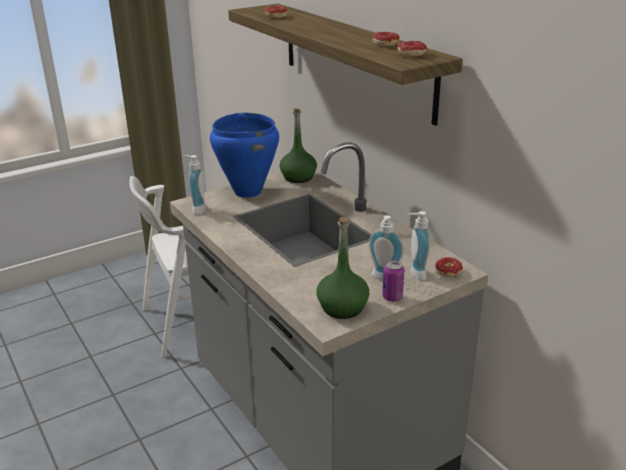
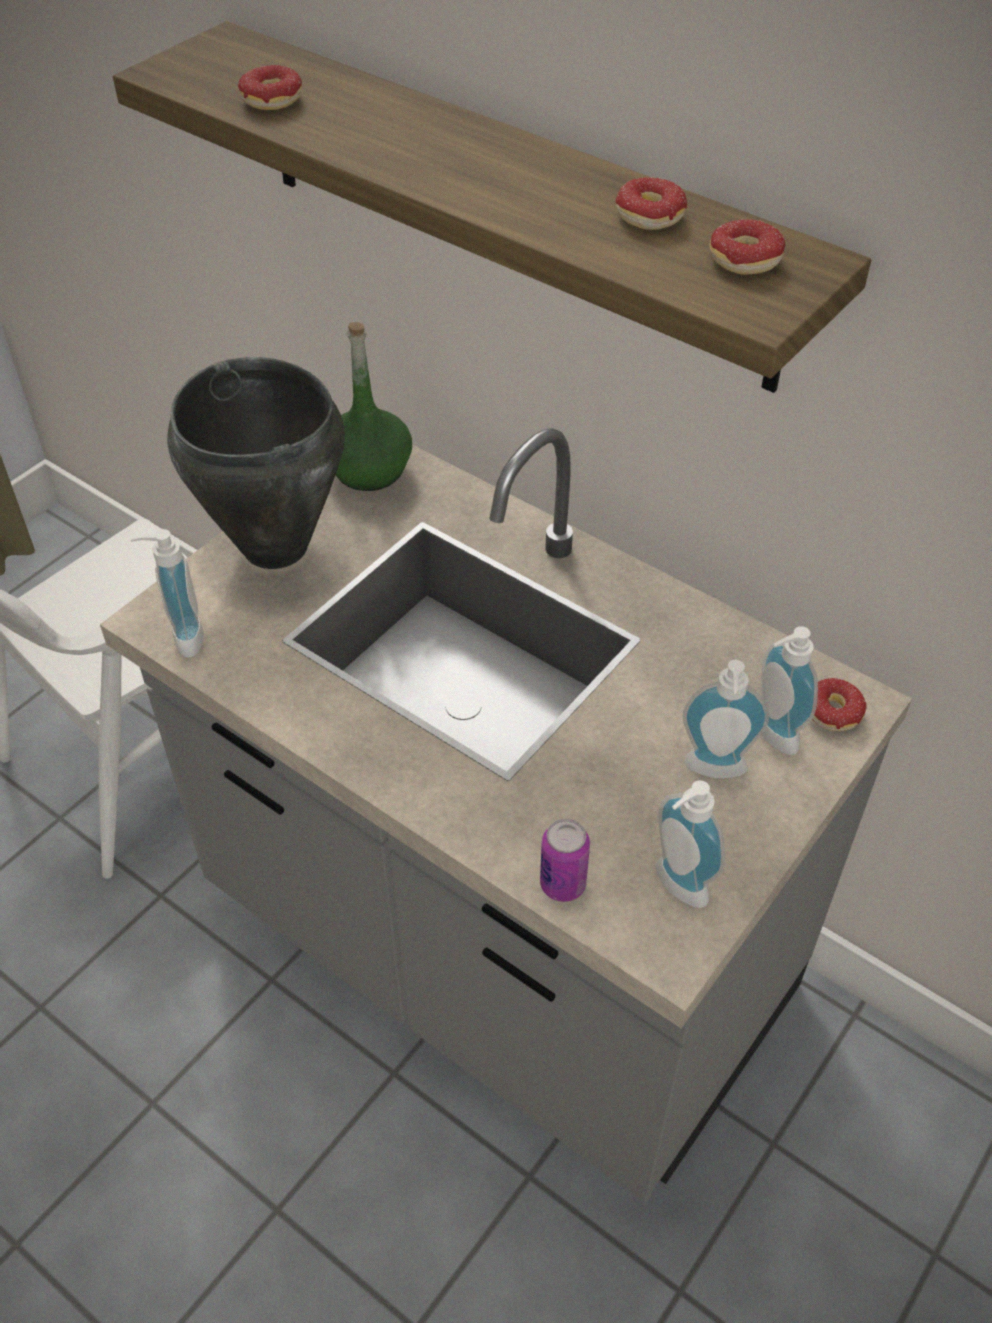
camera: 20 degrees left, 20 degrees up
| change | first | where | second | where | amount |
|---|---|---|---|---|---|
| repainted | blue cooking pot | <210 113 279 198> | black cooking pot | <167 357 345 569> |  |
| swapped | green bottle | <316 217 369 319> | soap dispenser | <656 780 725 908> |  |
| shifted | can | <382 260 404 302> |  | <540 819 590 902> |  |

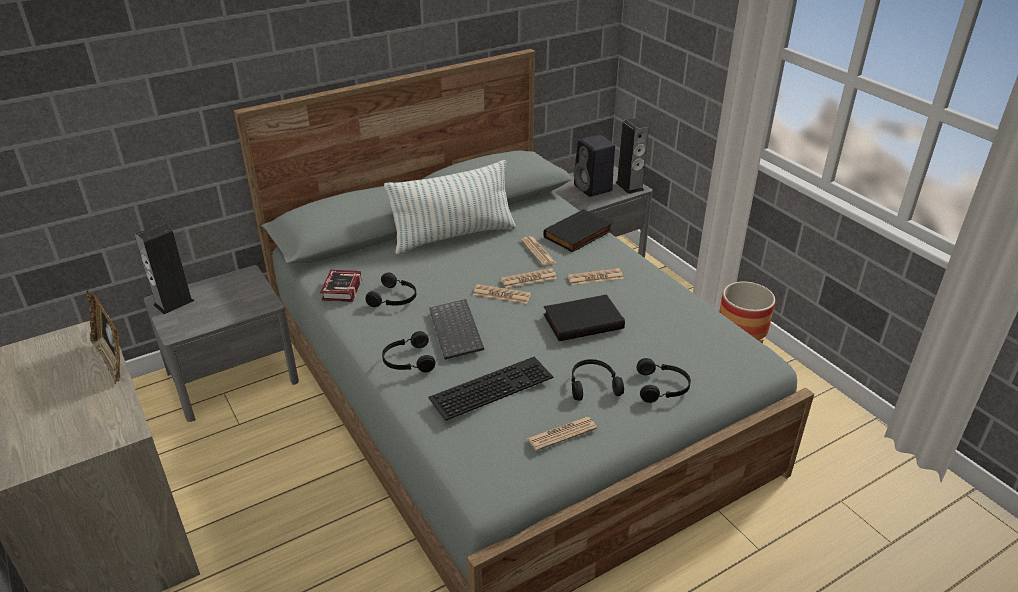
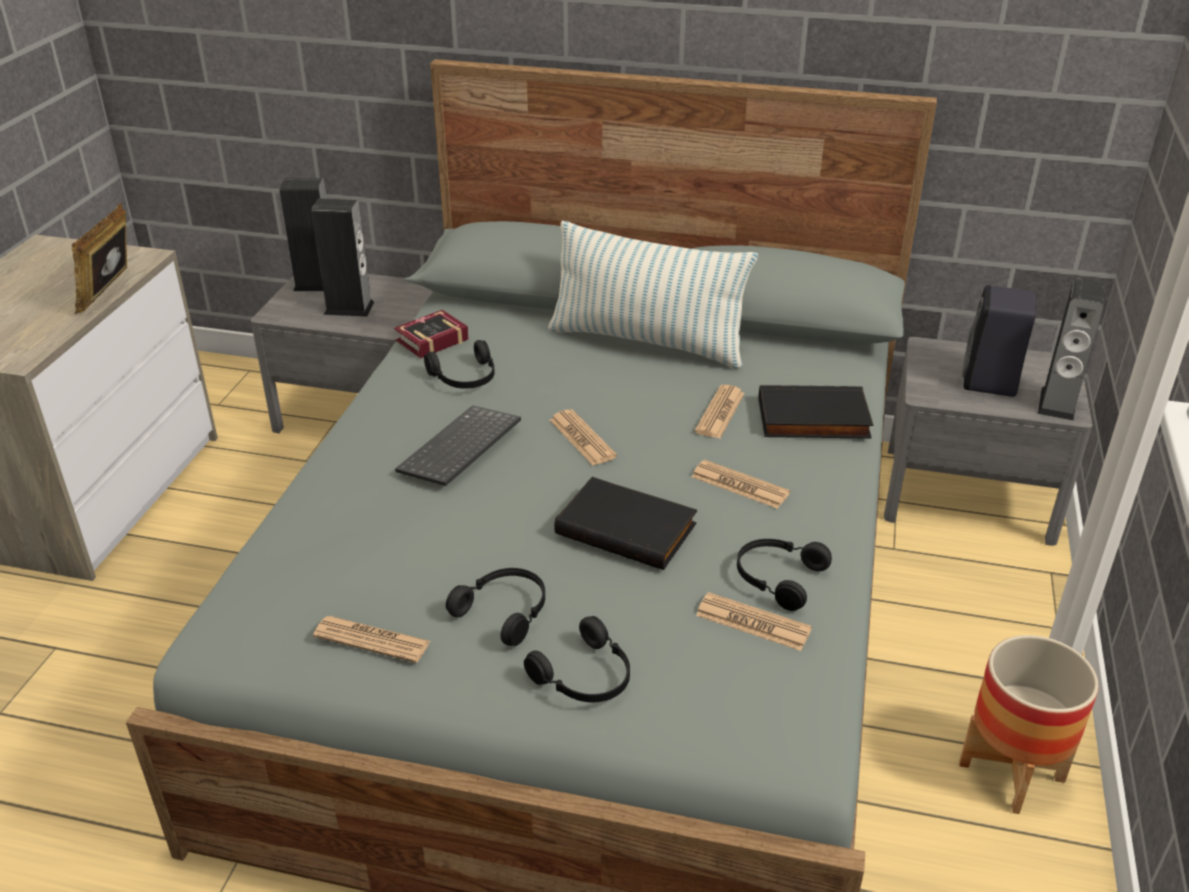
camera: 45 degrees right, 0 degrees up
| change | first | where | second | where | amount |
|---|---|---|---|---|---|
| shifted | black headphones | <382 331 435 372> |  | <737 539 832 611> |  |
| gone | keyboard | <428 357 553 421> |  |  |  |
| shifted | newspaper | <501 268 557 288> |  | <696 592 812 651> |  |
| new |  |  | speaker | <312 199 375 317> |  |

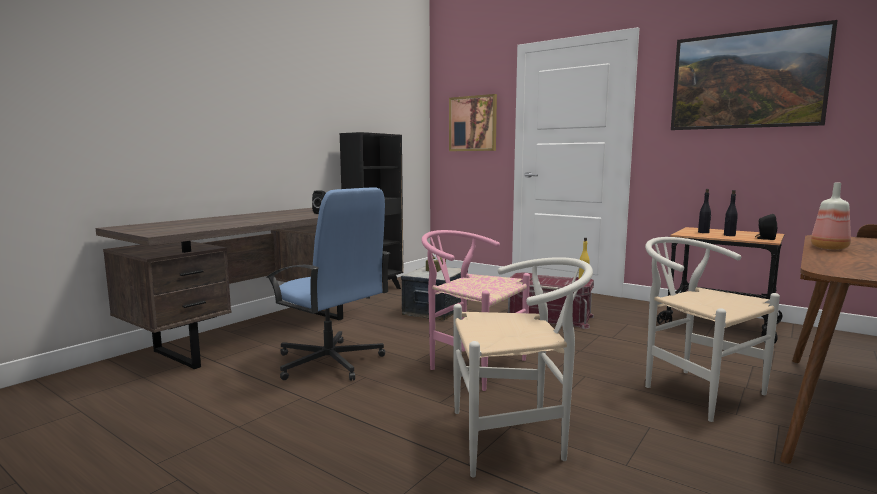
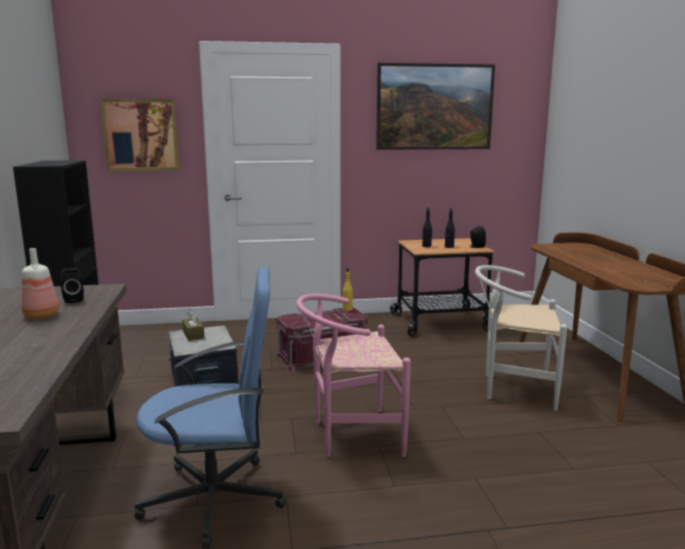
camera: 45 degrees left, 5 degrees up
| change | first | where | second | where | amount |
|---|---|---|---|---|---|
| gone | white chair | <453 257 593 477> |  |  |  |
| shifted | bottle | <811 183 851 250> |  | <21 248 59 319> |  |

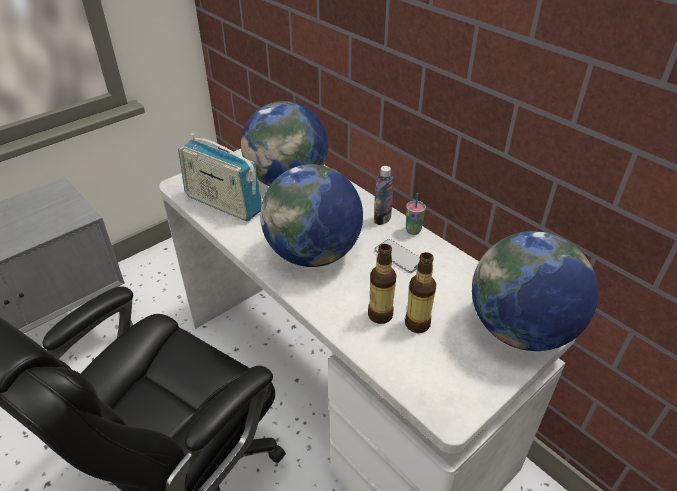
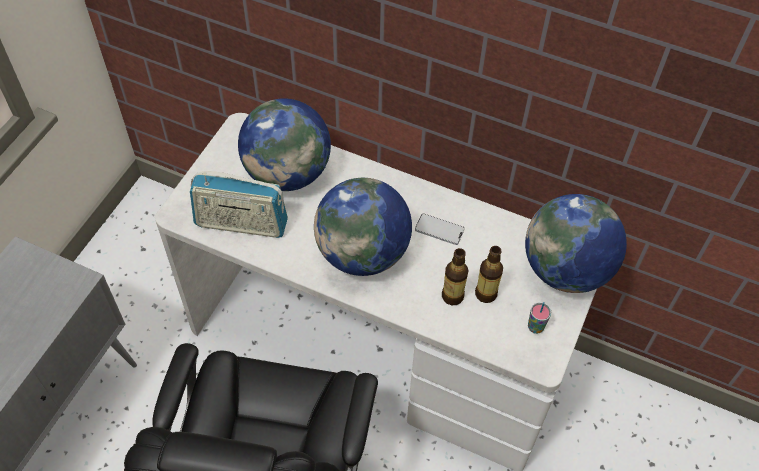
camera: 25 degrees left, 15 degrees up
| change | first | where | second | where | amount |
|---|---|---|---|---|---|
| gone | bottle | <374 166 394 225> |  |  |  |
| shifted | cup | <406 193 426 235> |  | <528 302 551 334> |  |

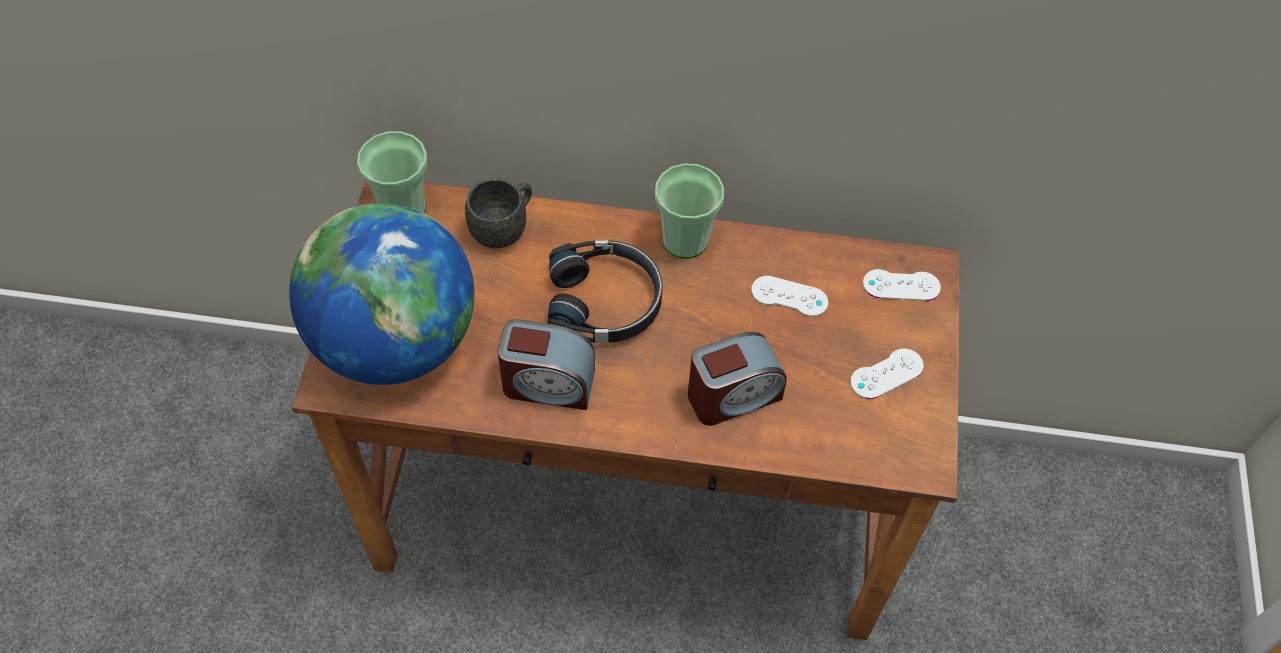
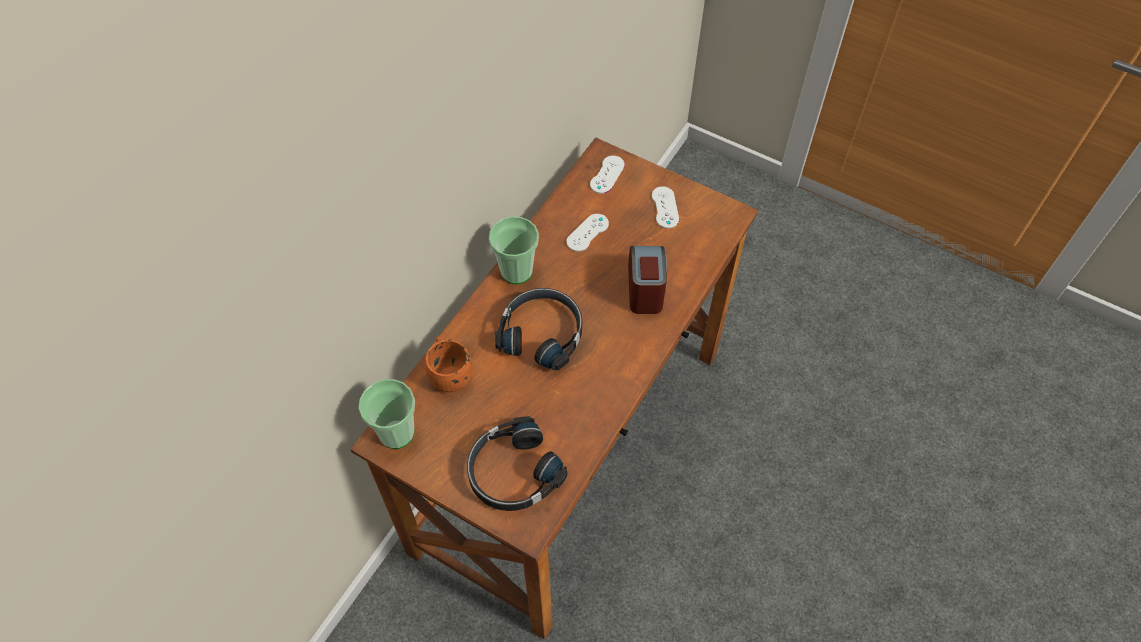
camera: 65 degrees left, 0 degrees up
| change | first | where | second | where | amount |
|---|---|---|---|---|---|
| swapped | globe | <289 203 475 385> | black headphones | <467 416 568 511> |  |
| repainted | grey mug | <465 178 532 248> | orange mug | <425 336 473 392> |  |
| gone | alarm clock | <498 319 595 410> |  |  |  |

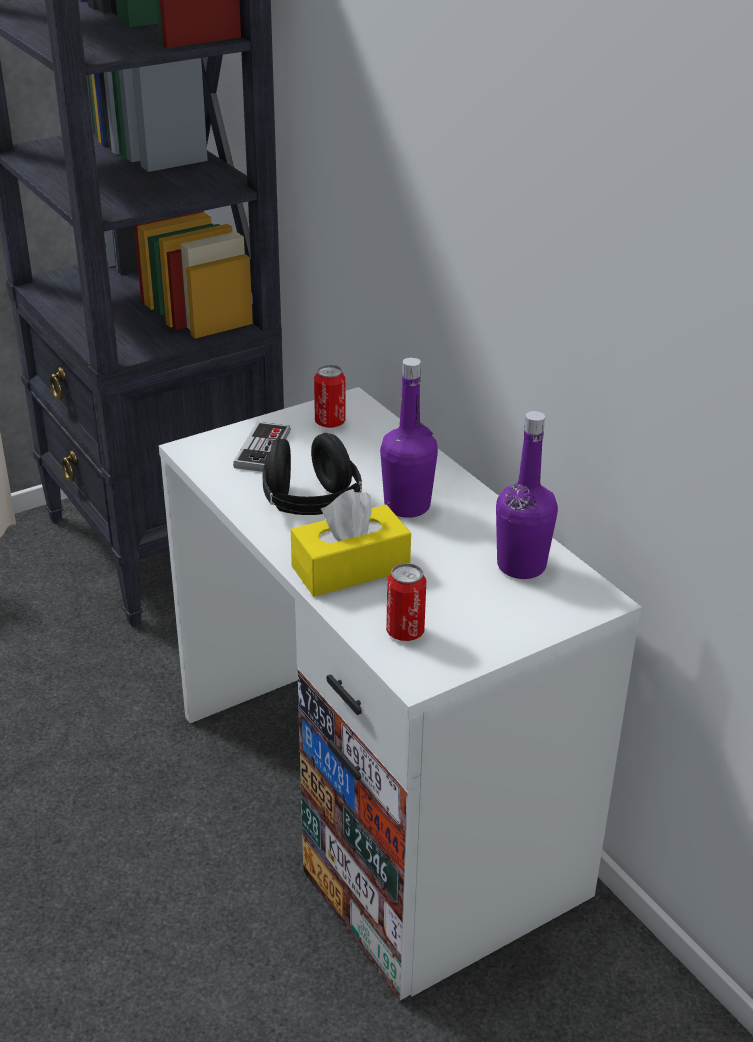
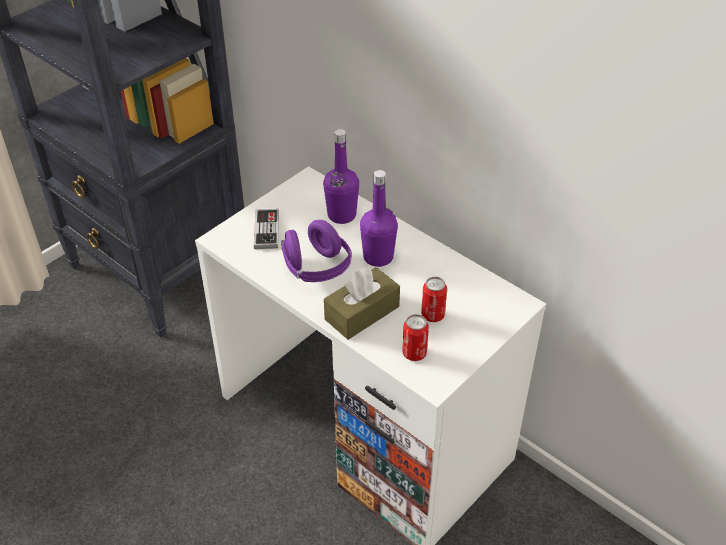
camera: 15 degrees left, 10 degrees up
| change | first | where | second | where | amount |
|---|---|---|---|---|---|
| repainted | black headphones | <263 433 362 515> | purple headphones | <281 220 352 282> |  |
| repainted | yellow tissue box | <291 489 411 597> | brown tissue box | <324 267 400 340> |  |
| shifted | can | <314 365 345 428> |  | <421 277 447 322> |  |
| shifted | purple bottle | <496 411 558 579> |  | <323 129 359 224> |  |

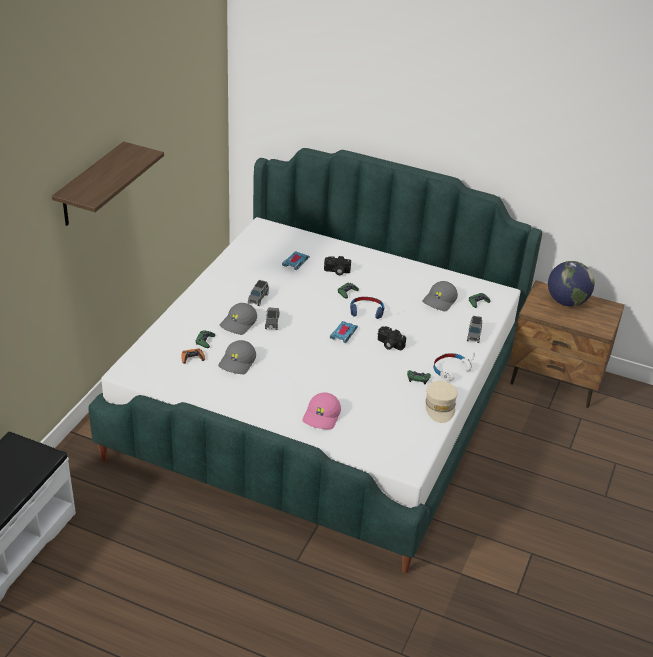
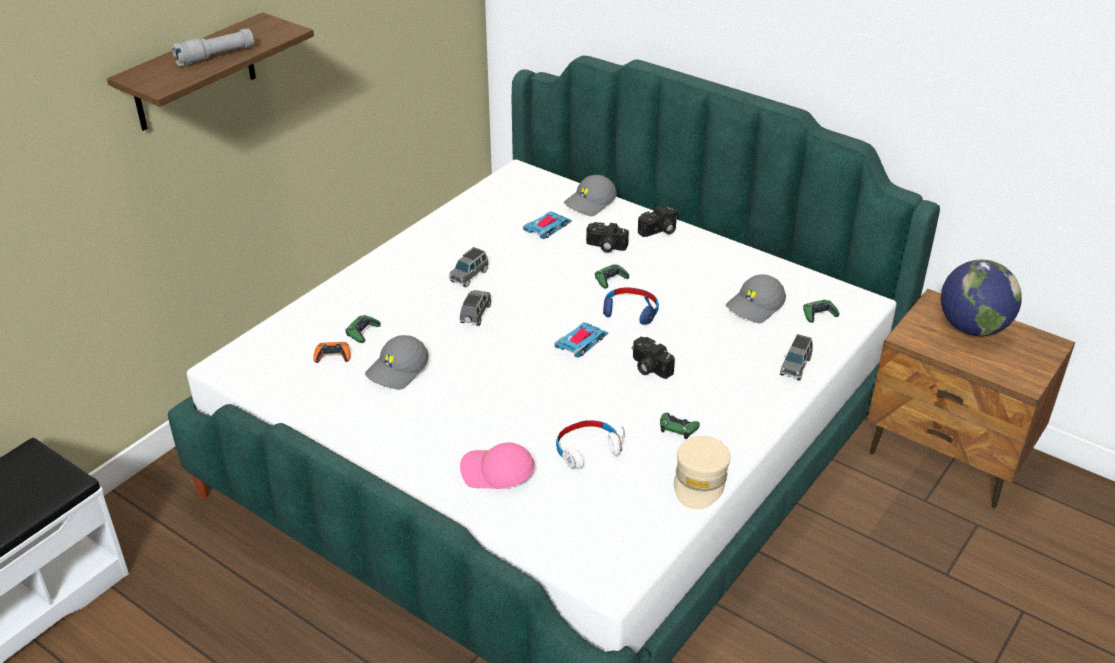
camera: 15 degrees right, 0 degrees up
| change | first | where | second | where | amount |
|---|---|---|---|---|---|
| shifted | grey cap | <220 303 257 335> |  | <564 175 617 216> |  |
| rotated | pink cap | <302 392 341 430> |  | <460 442 535 489> | 75 degrees clockwise |
| shifted | white headphones | <434 352 475 381> |  | <556 420 625 469> |  |
| new |  |  | grey flashlight | <171 29 254 66> |  |
| new |  |  | photo camera | <638 206 677 237> |  |

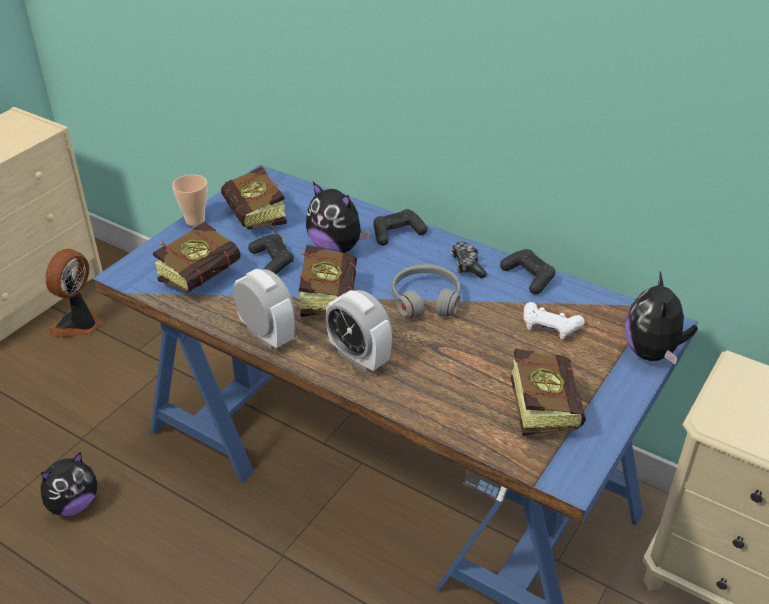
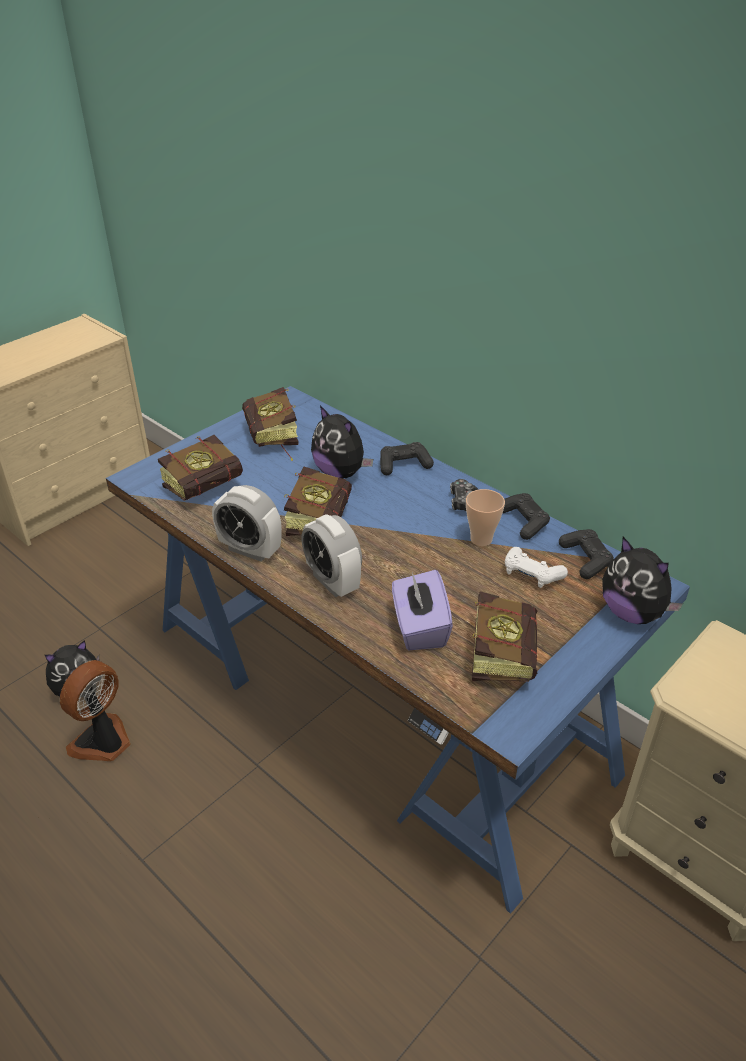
camera: 10 degrees right, 0 degrees up
| change | first | where | second | where | amount |
|---|---|---|---|---|---|
| shifted | fan | <45 249 102 337> |  | <60 660 131 761> |  |
| shifted | cup | <172 175 207 226> |  | <466 489 505 546> |  |
| rotated | alarm clock | <233 269 295 350> |  | <212 485 282 562> | 150 degrees clockwise |
| shifted | black game controller | <248 234 294 274> |  | <559 529 614 579> |  |
| gone | grey headphones | <392 264 460 318> |  |  |  |
| rotated | plush toy | <625 272 698 365> |  | <602 537 683 624> | 60 degrees counterclockwise |
| new |  |  | purple tissue box | <392 570 453 650> |  |

